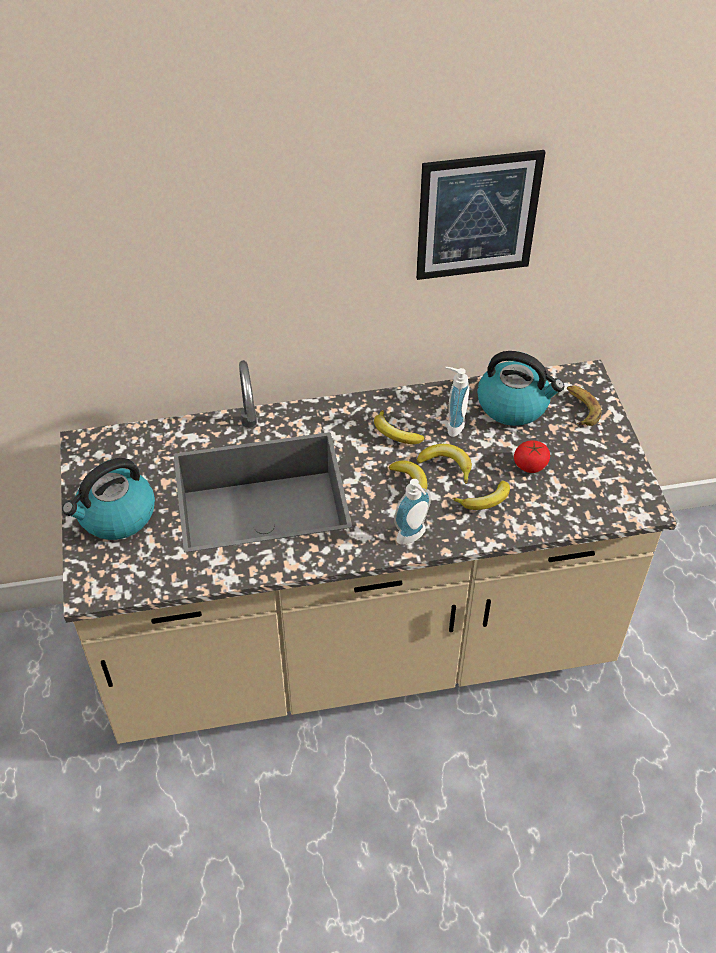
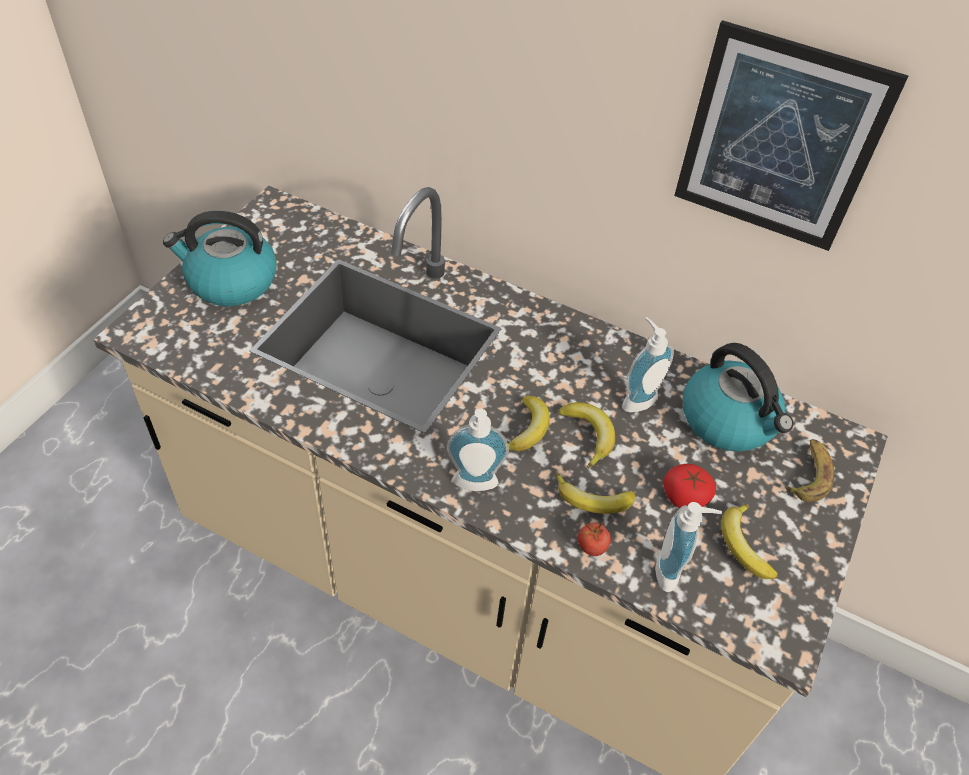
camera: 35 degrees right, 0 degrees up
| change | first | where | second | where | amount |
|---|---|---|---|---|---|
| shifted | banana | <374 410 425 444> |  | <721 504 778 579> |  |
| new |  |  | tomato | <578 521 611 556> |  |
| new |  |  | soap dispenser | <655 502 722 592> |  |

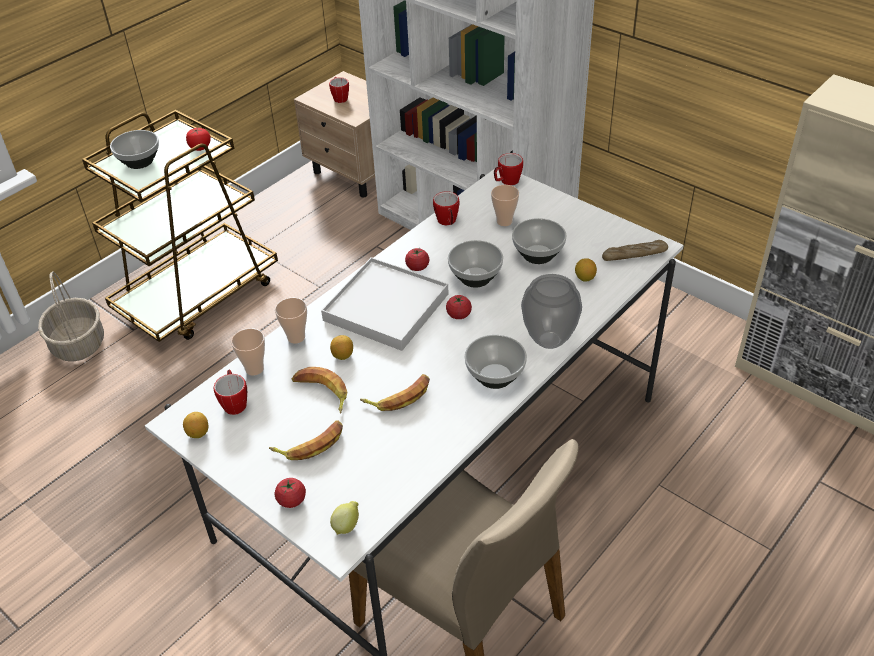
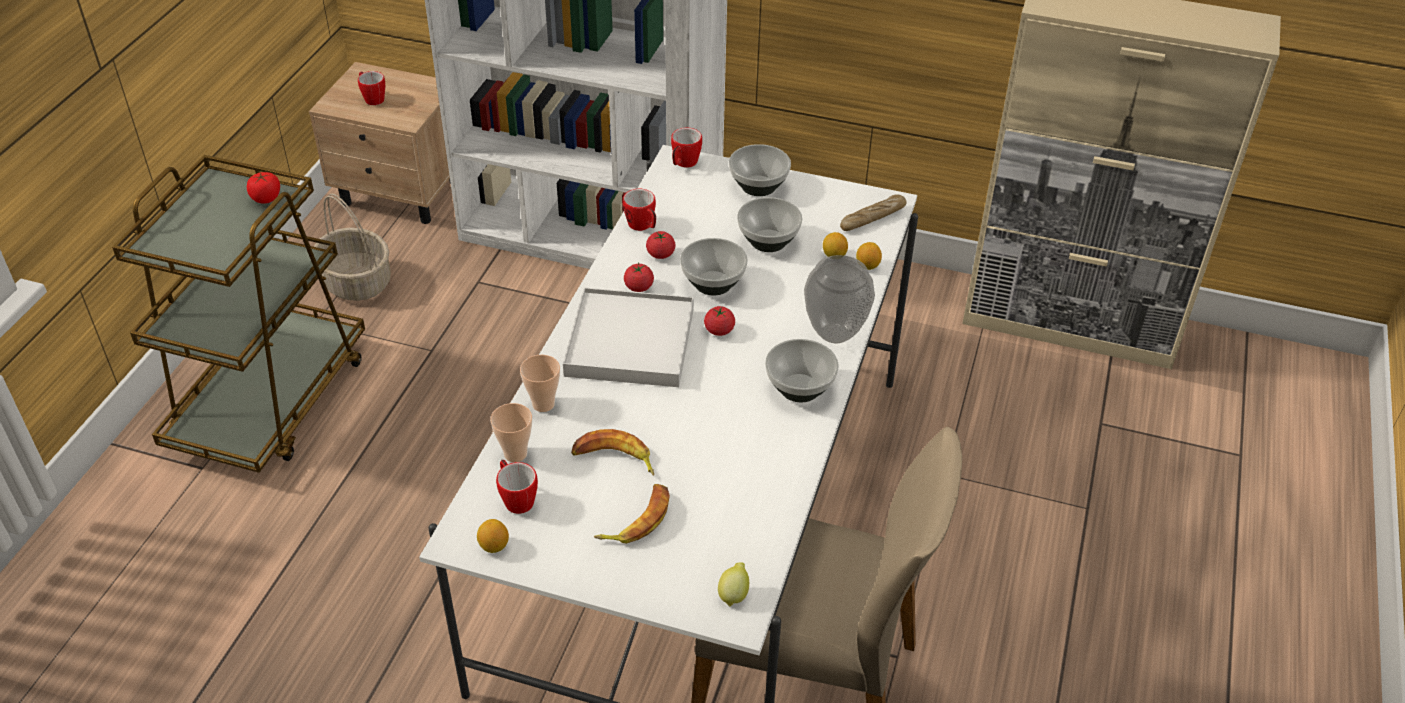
camera: 25 degrees left, 0 degrees up
| change | first | where | second | where | amount |
|---|---|---|---|---|---|
| shifted | basket | <38 271 104 362> |  | <314 194 391 301> |  |
| shifted | bowl | <110 130 159 169> |  | <729 144 791 196> |  |
| shifted | tomato | <275 478 306 508> |  | <646 231 676 259> |  |
| shifted | lemon | <330 335 353 360> |  | <856 242 882 270> |  |
| gone | banana | <360 374 430 411> |  |  |  |
| gone | cup | <491 185 519 226> |  |  |  |

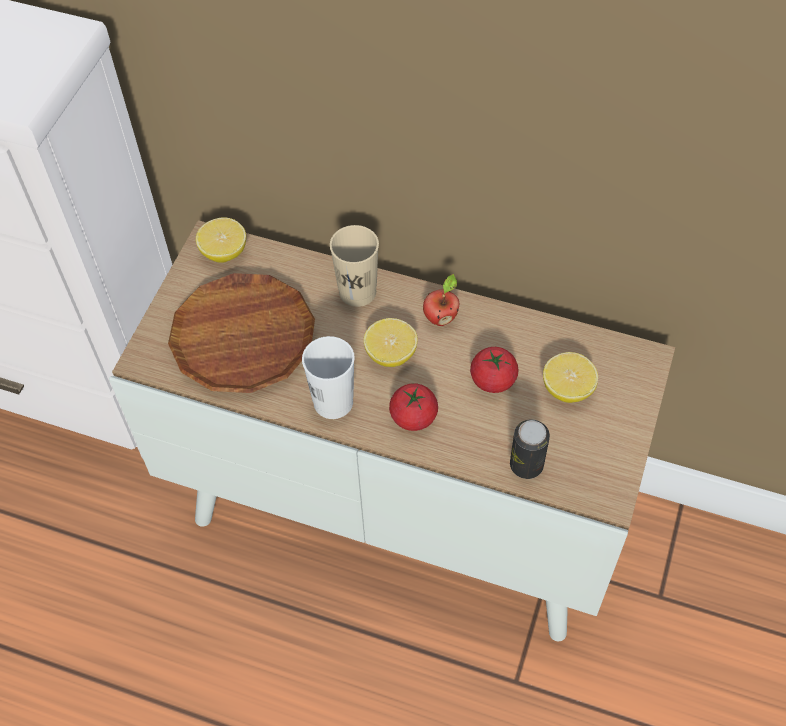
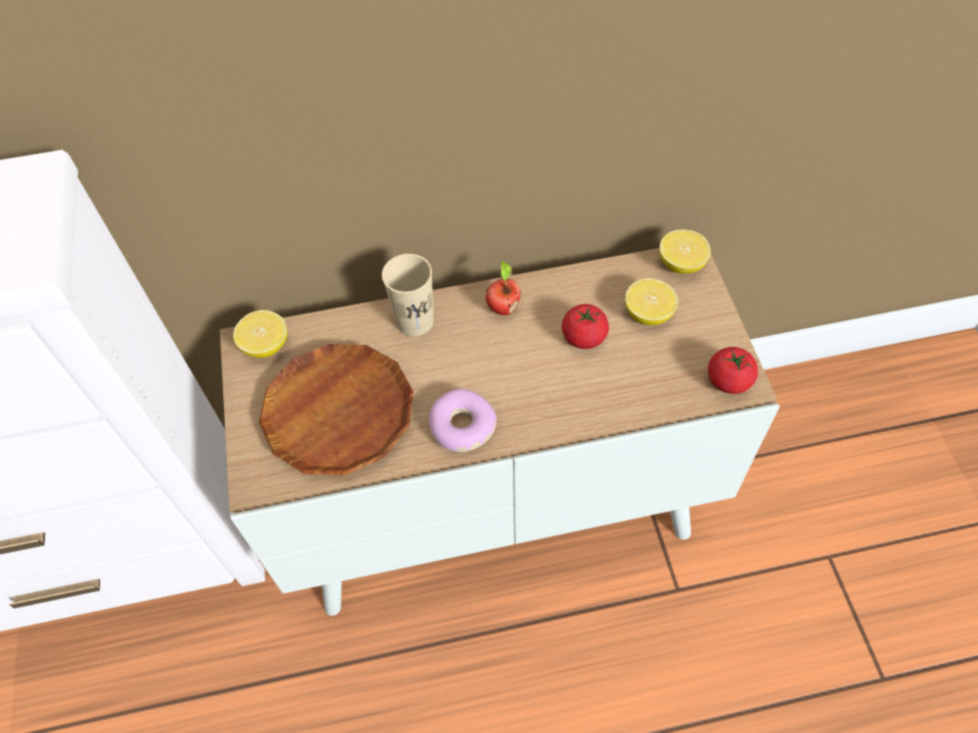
camera: 30 degrees left, 0 degrees up
| change | first | where | second | where | amount |
|---|---|---|---|---|---|
| swapped | white cup | <302 336 355 419> | donut | <429 389 497 452> |  |
| shifted | lemon | <364 318 418 367> |  | <659 229 711 274> |  |
| shifted | tomato | <389 383 438 431> |  | <708 347 758 394> |  |
| gone | can | <510 420 550 479> |  |  |  |

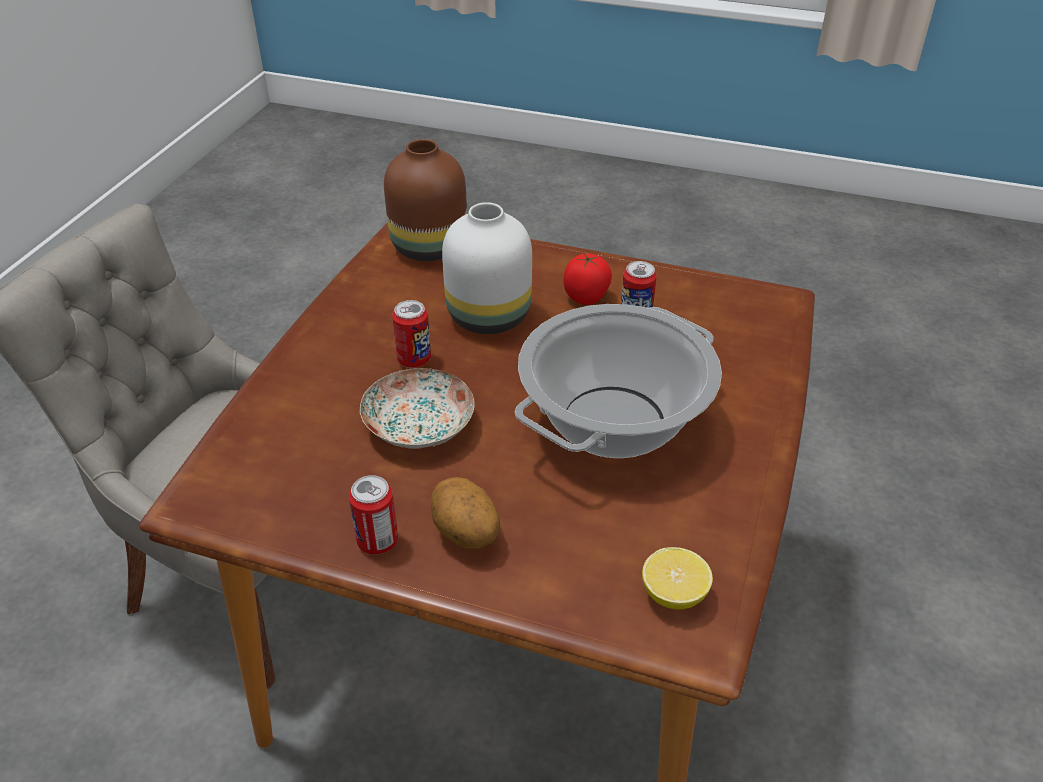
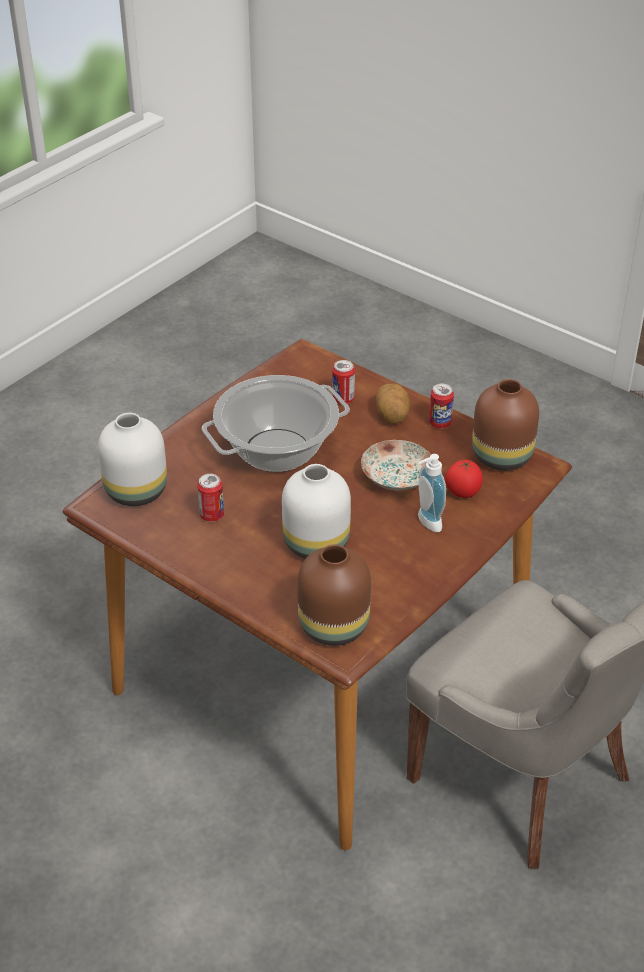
camera: 160 degrees left, 0 degrees up
| change | first | where | second | where | amount |
|---|---|---|---|---|---|
| shifted | can | <392 300 431 368> |  | <332 360 355 404> |  |
| shifted | tomato | <563 254 612 305> |  | <445 460 483 498> |  |
| gone | lemon | <642 547 713 610> |  |  |  |
| new |  |  | white vase | <98 413 167 506> |  |
| new |  |  | soap dispenser | <418 454 446 532> |  |
| new |  |  | brown vase | <472 379 539 471> |  |

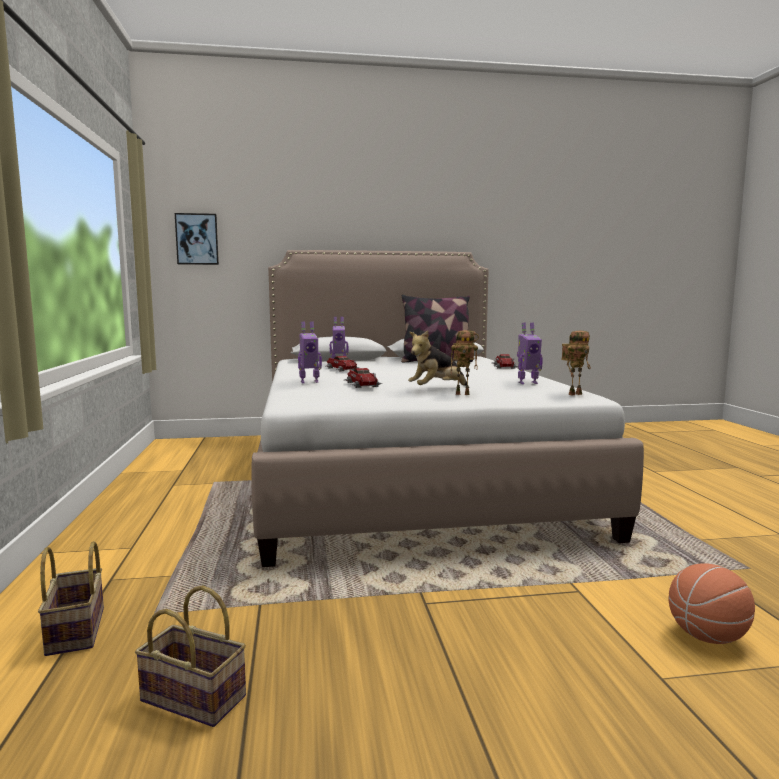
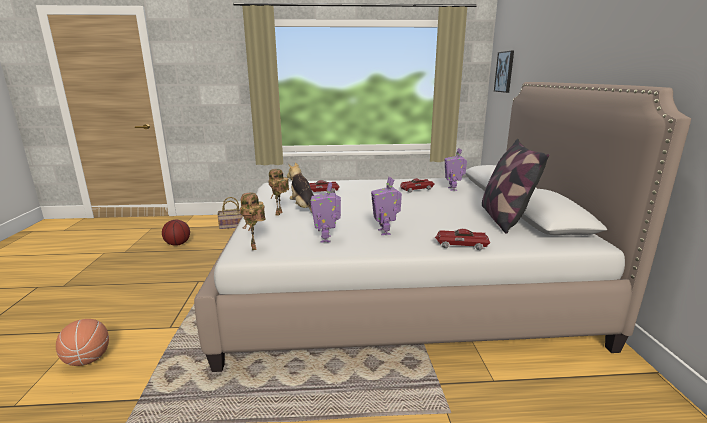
camera: 95 degrees right, 10 degrees up
| change | first | where | second | where | amount |
|---|---|---|---|---|---|
| swapped | basket | <135 586 246 727> | basketball | <162 220 190 246> |  |
| shifted | toy robot | <298 321 322 383> |  | <371 177 402 235> |  |

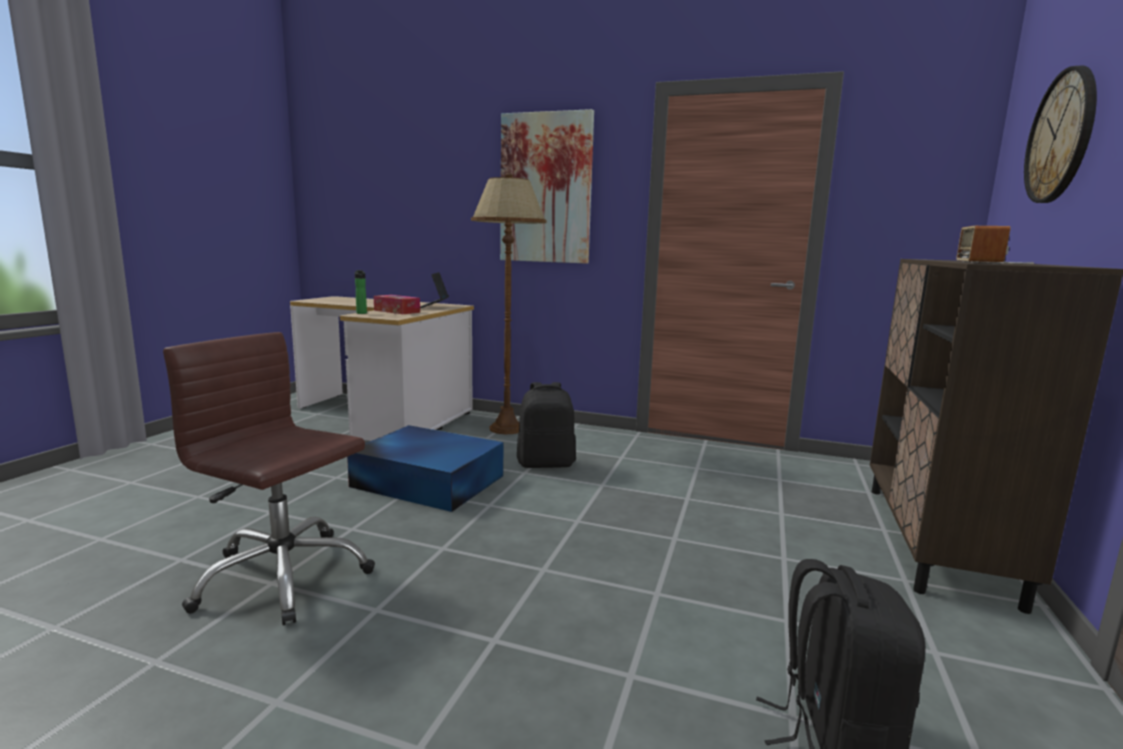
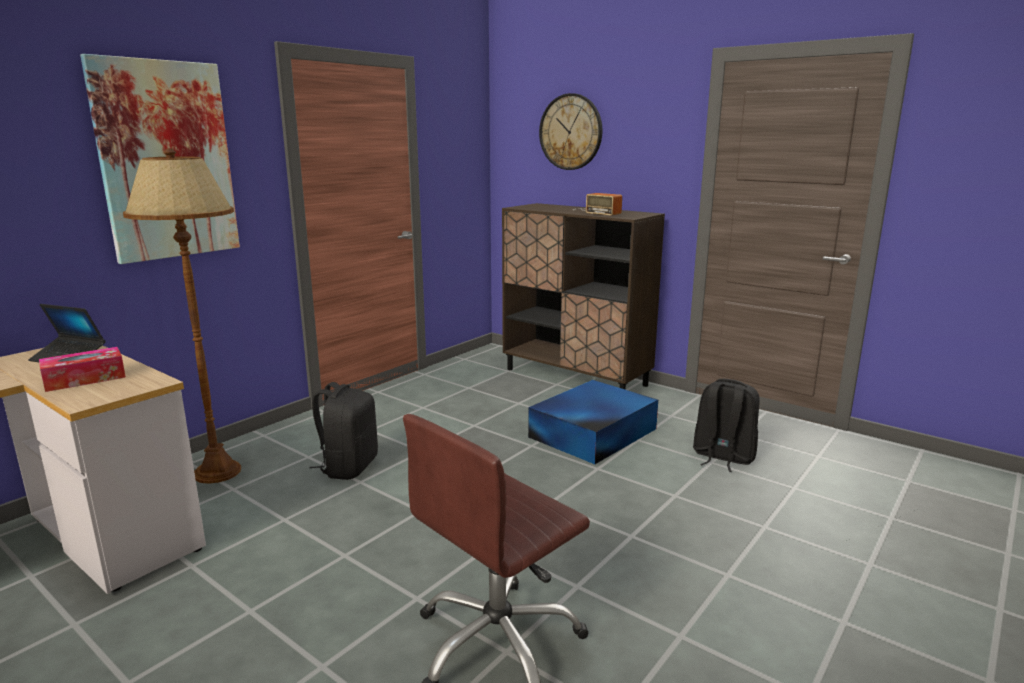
camera: 70 degrees left, 5 degrees up
| change | first | where | second | where | amount |
|---|---|---|---|---|---|
| shifted | blue storage box | <347 425 503 512> |  | <528 380 658 464> |  |
| gone | bottle | <355 270 367 314> |  |  |  |

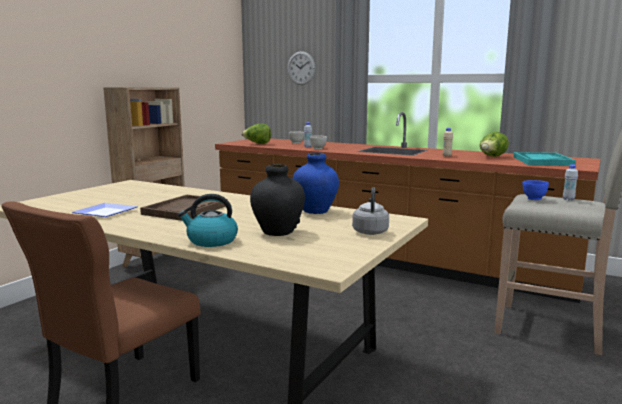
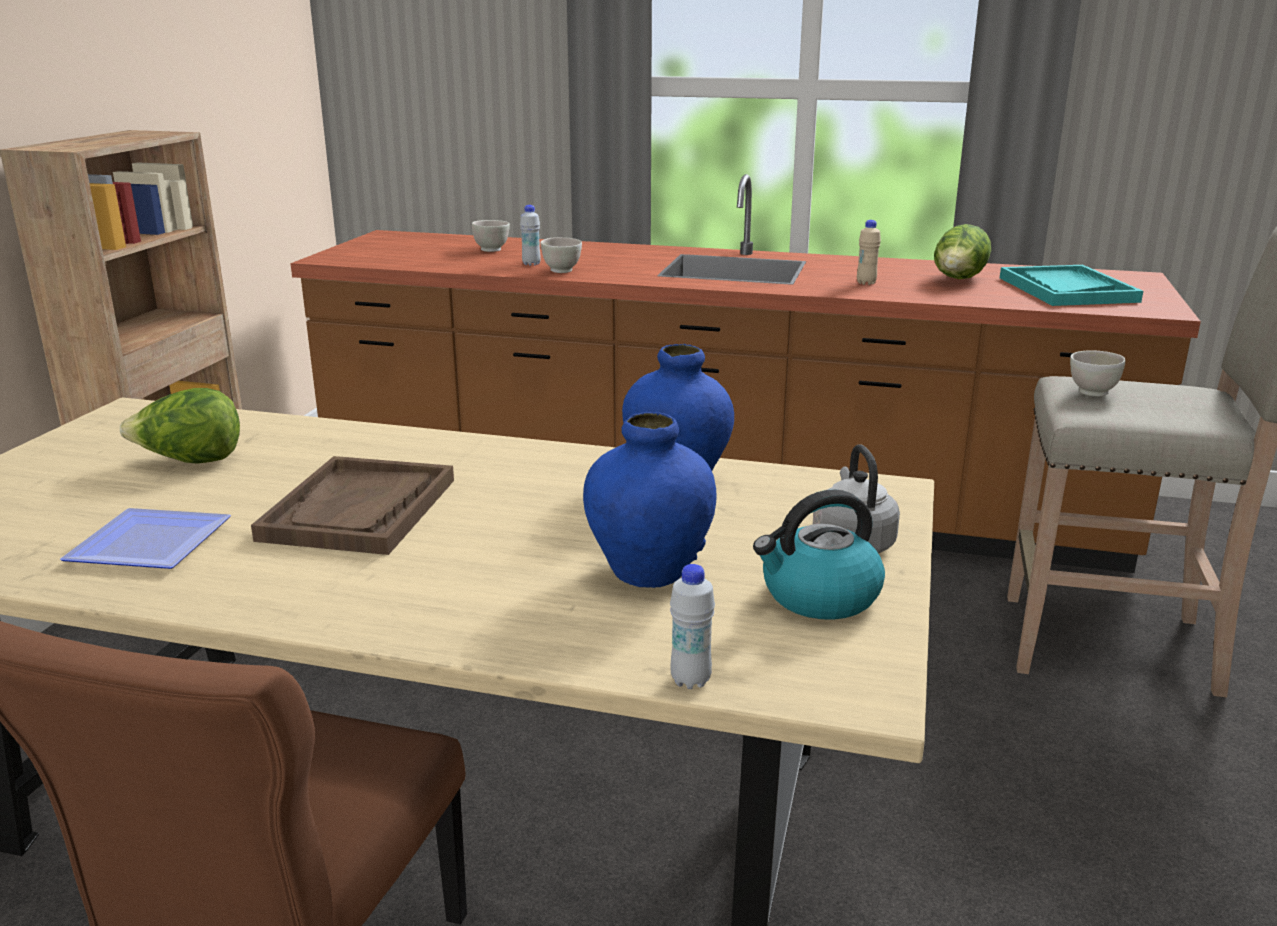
camera: 15 degrees left, 10 degrees up
| change | first | where | second | where | amount |
|---|---|---|---|---|---|
| shifted | kettle | <178 194 238 247> |  | <753 489 885 620> |  |
| shifted | lettuce | <241 123 271 144> |  | <120 388 240 464> |  |
| repainted | black vase | <250 164 305 236> | blue vase | <583 412 716 588> |  |
| gone | wall clock | <287 51 315 85> |  |  |  |
| repainted | blue bowl | <522 180 549 200> | white bowl | <1070 350 1125 396> |  |
| shifted | white bottle | <563 164 578 201> |  | <670 564 715 689> |  |

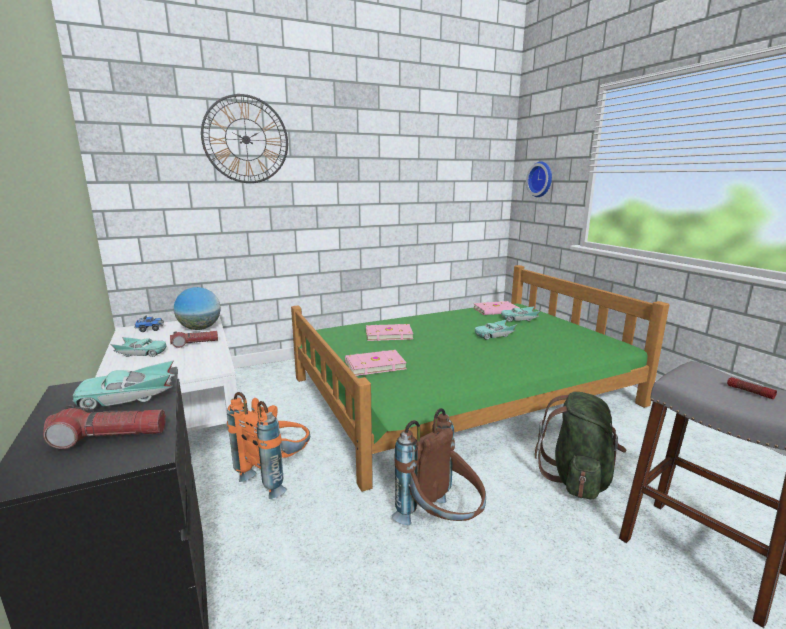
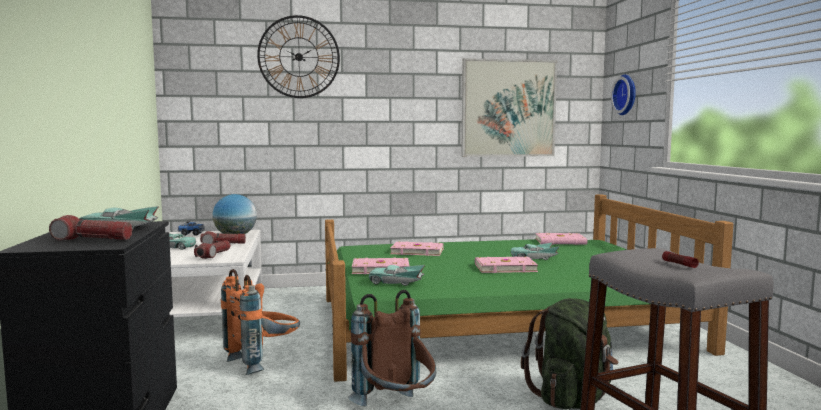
camera: 15 degrees right, 10 degrees down
| change | first | where | second | where | amount |
|---|---|---|---|---|---|
| shifted | turquoise toy car | <501 306 540 322> |  | <369 265 425 286> |  |
| new |  |  | flashlight | <194 240 231 259> |  |
| new |  |  | picture | <461 58 557 157> |  |
| new |  |  | pink book | <475 256 538 273> |  |

